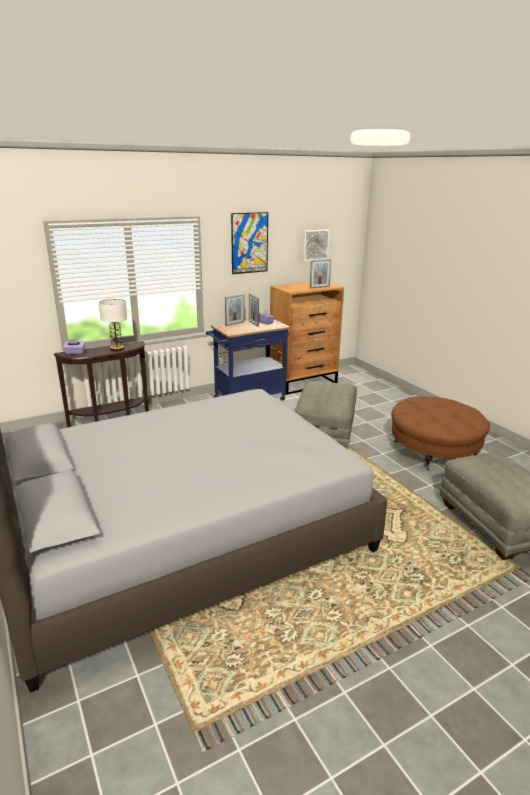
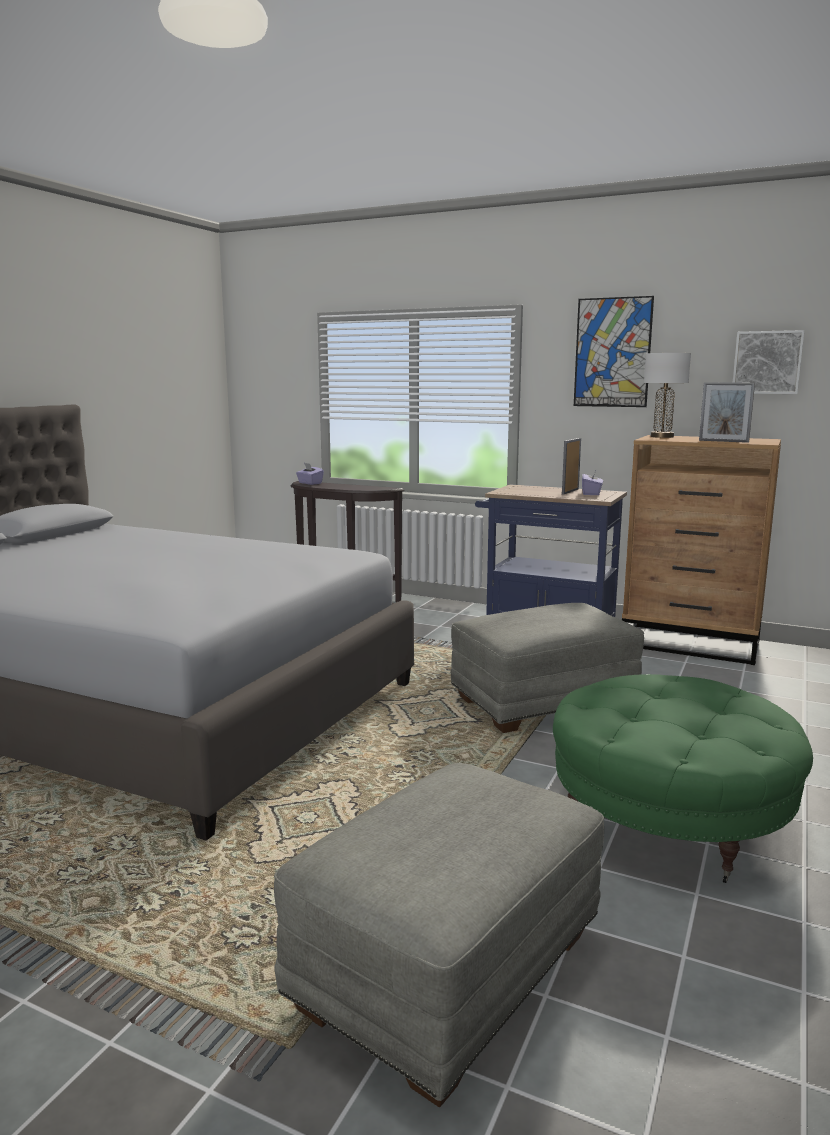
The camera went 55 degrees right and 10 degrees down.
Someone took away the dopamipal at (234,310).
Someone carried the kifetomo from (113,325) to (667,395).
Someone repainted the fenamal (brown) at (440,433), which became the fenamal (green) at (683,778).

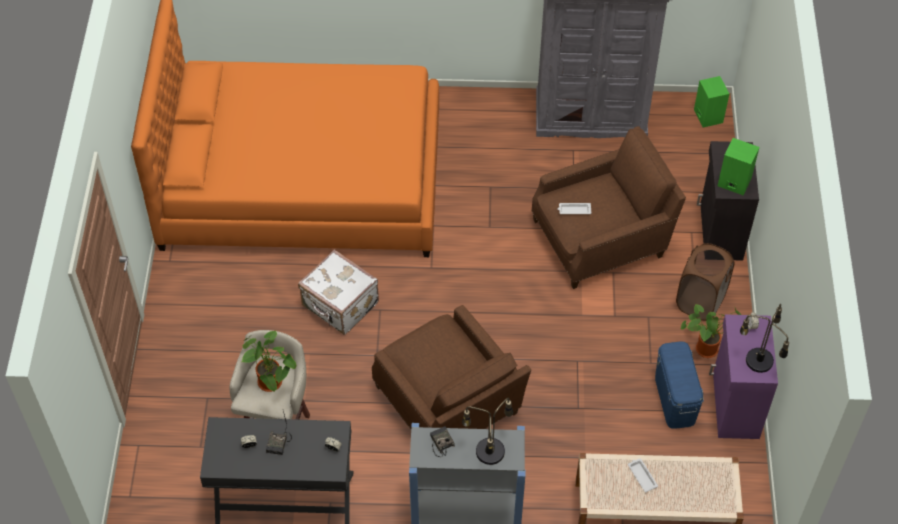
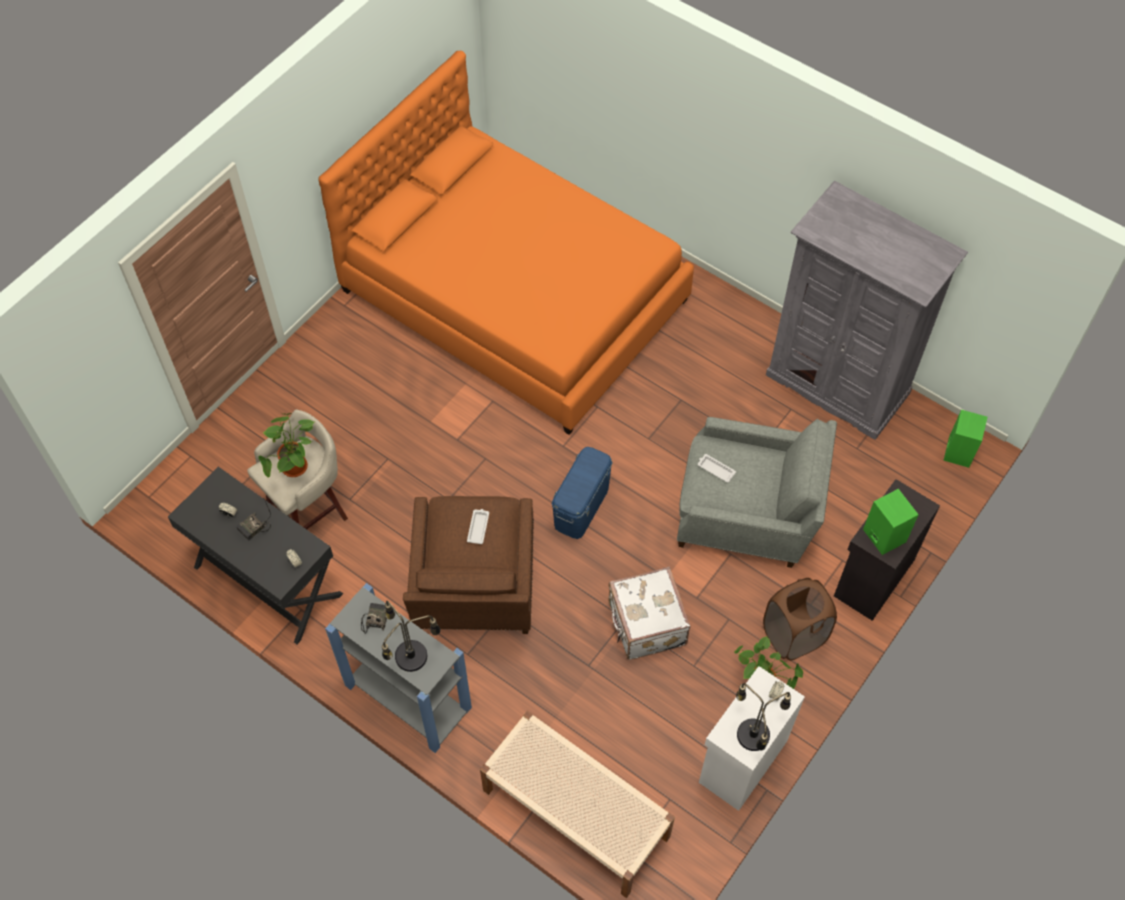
The camera went 35 degrees right and 5 degrees up.
Someone carried the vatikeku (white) from (338,292) to (649,613).
Someone carried the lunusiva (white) from (643,475) to (478,526).
Someone carried the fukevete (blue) from (679,385) to (582,493).
Someone repainted the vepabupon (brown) at (608,207), which became the vepabupon (grey) at (757,492).
Someone repainted the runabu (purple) at (743,376), which became the runabu (white) at (752,738).

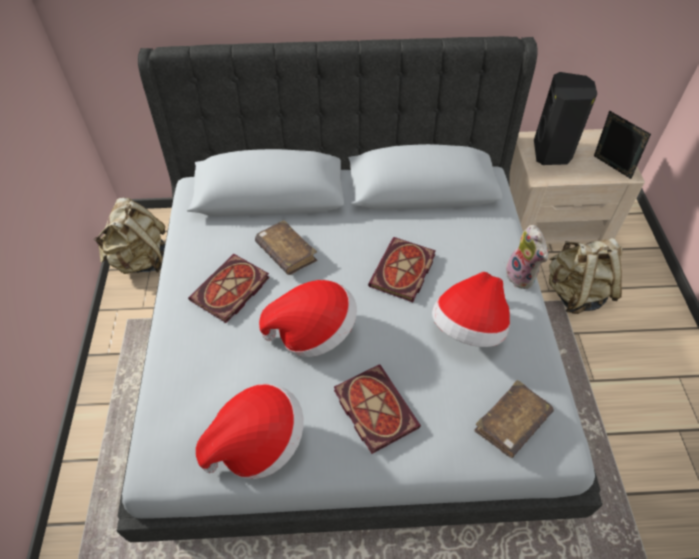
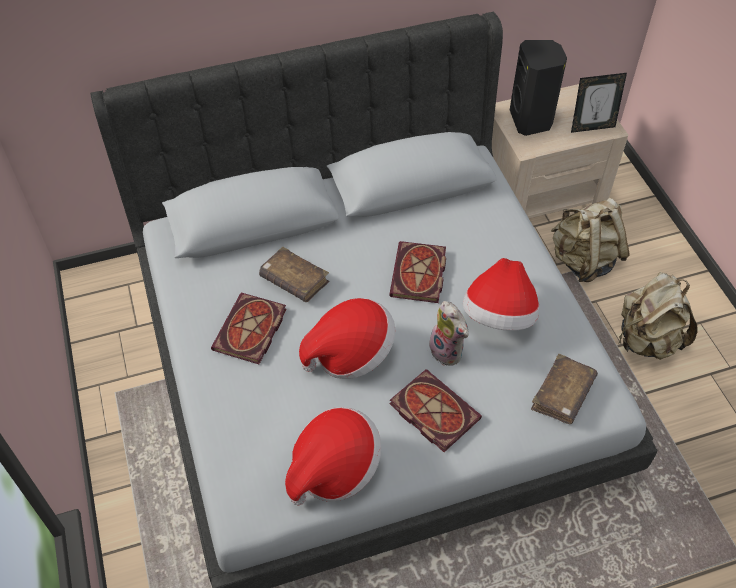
The camera went 15 degrees left and 0 degrees up.
Someone carried the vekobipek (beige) from (129,235) to (658,316).
Someone carried the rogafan from (527,257) to (449,333).
Someone rotated the dopamipal at (622,145) by 135 degrees clockwise.

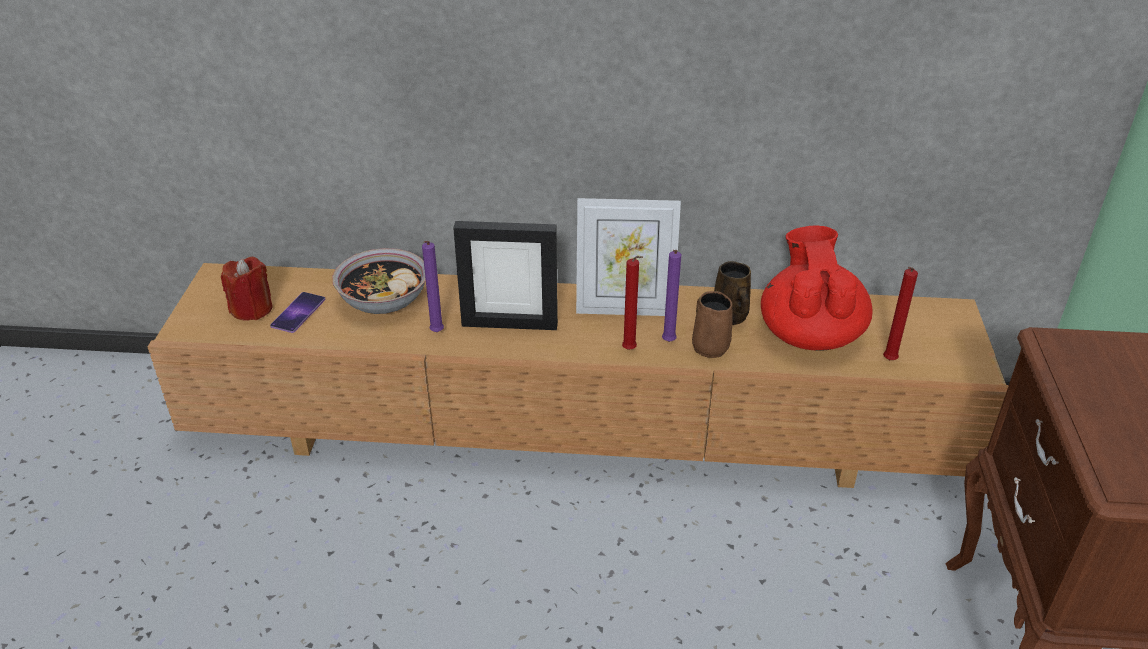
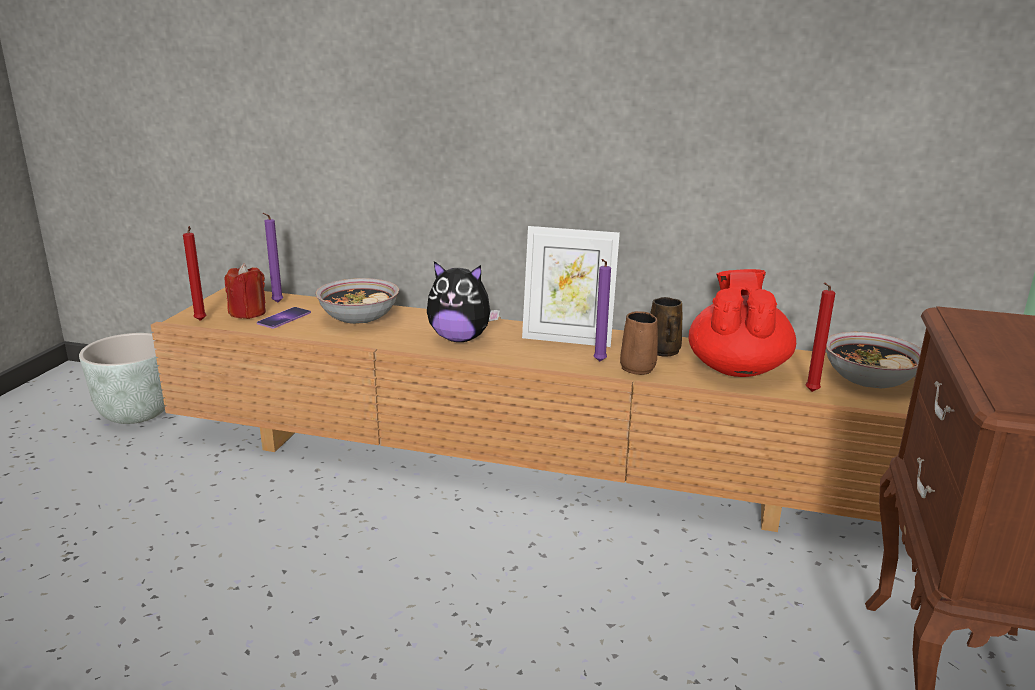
The camera went 10 degrees right and 15 degrees down.
Someone put down the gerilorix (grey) at (122,378).
Someone put down the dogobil at (873,360).
Someone carried the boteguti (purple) from (433,286) to (273,257).
Someone carried the boteguti (red) from (632,303) to (194,273).
Someone swapped the dopamipal at (505,275) for the rogafan at (463,301).

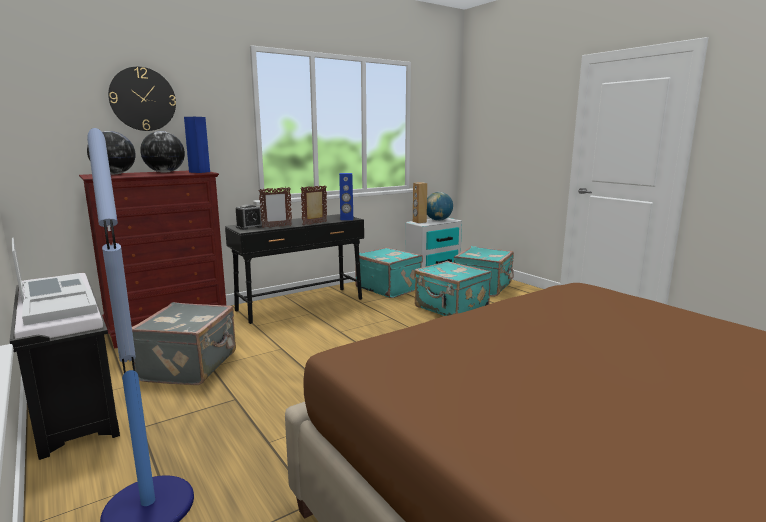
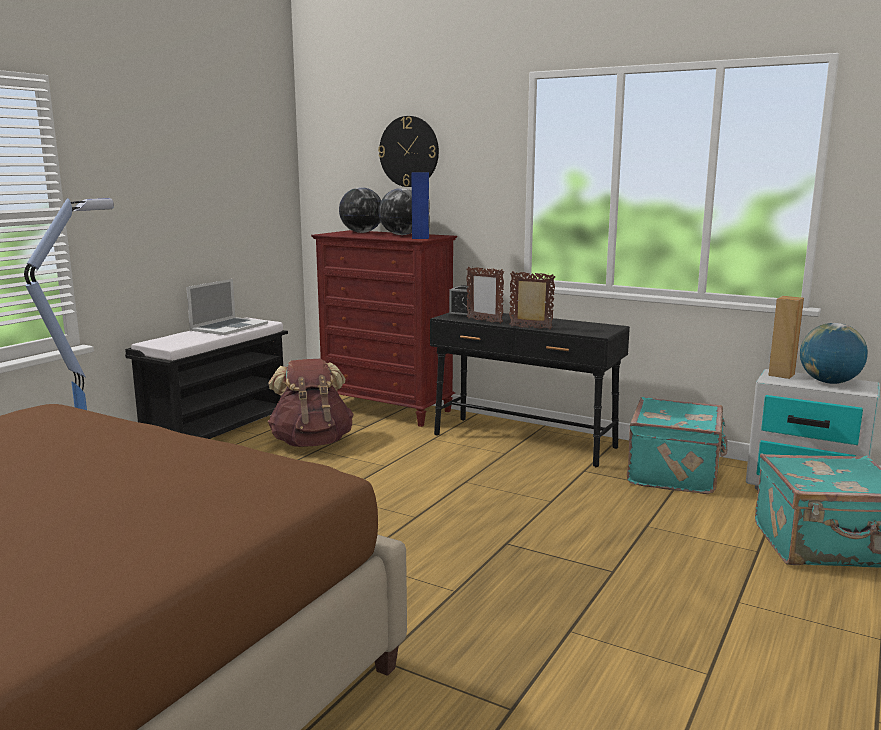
The camera went 65 degrees right and 0 degrees up.
Someone took away the lunusiva (white) at (60,307).
Someone took away the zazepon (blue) at (346,196).
Someone took away the vatikeku (turquoise) at (453,288).
Someone swapped the vatikeku (grey) at (184,343) for the vekobipek (brown) at (311,403).

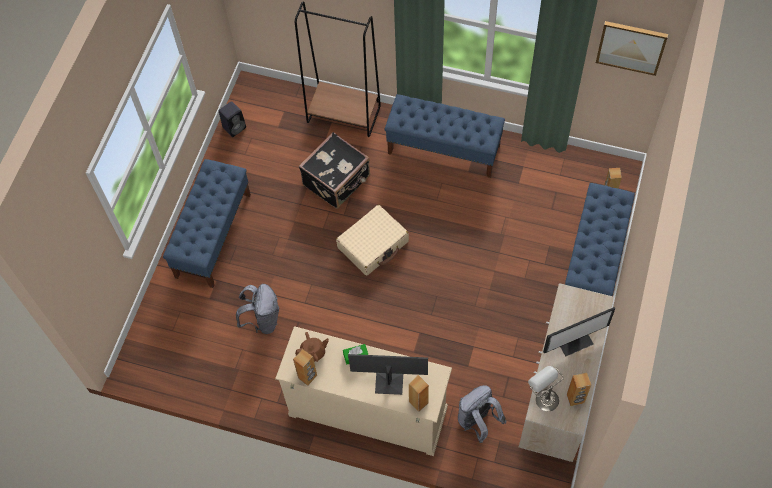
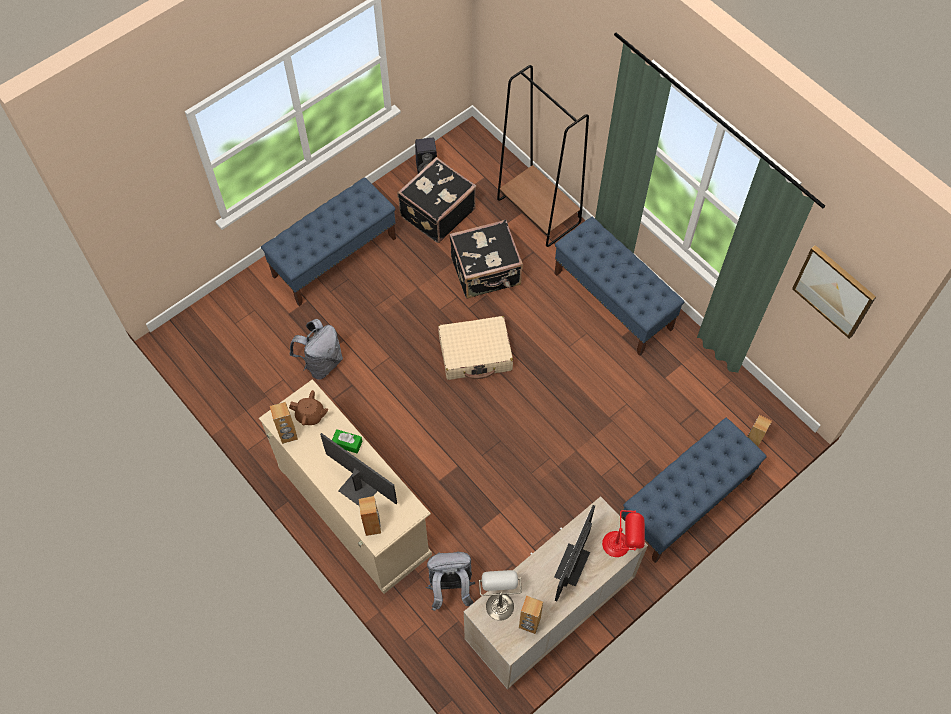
The camera went 30 degrees right and 0 degrees up.
Someone put down the vatikeku (black) at (436,200).
Someone put down the kifetomo (red) at (623,533).
Someone rotated the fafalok at (579,331) by 105 degrees clockwise.

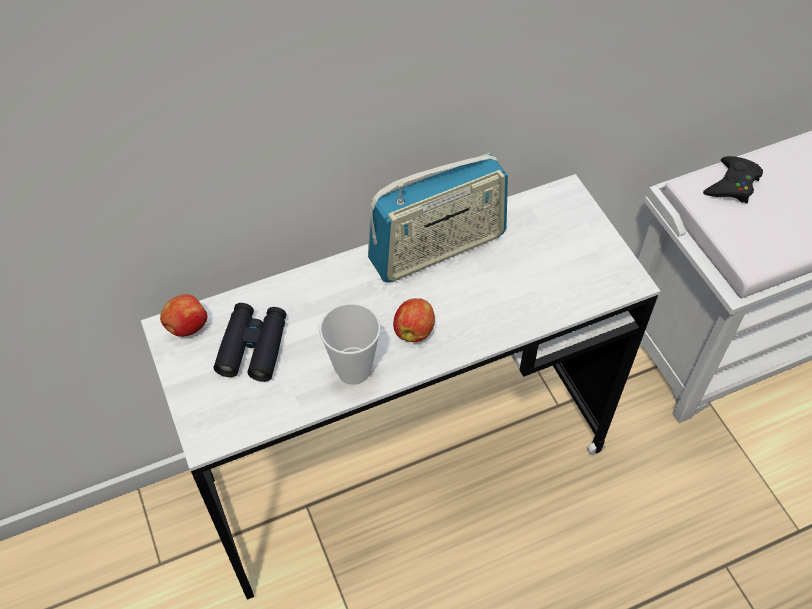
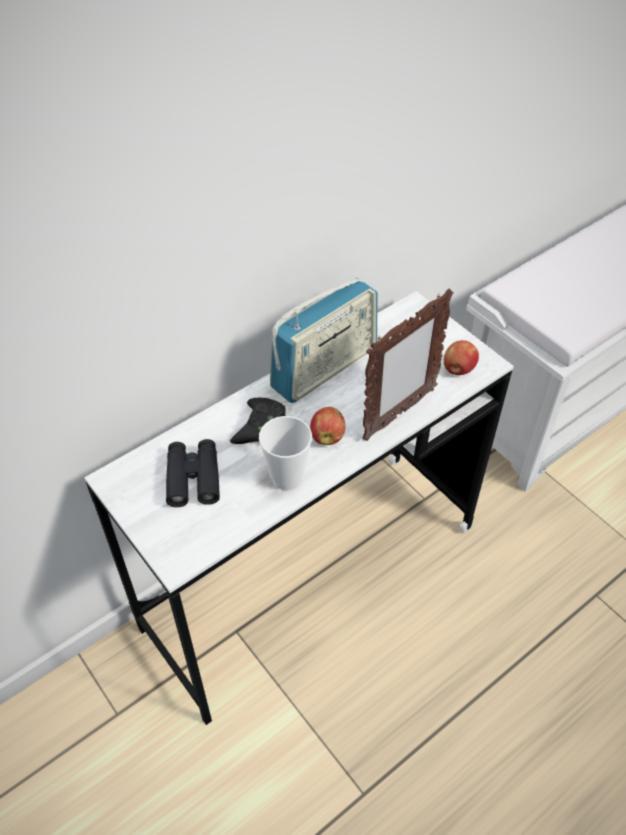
The camera went 15 degrees left and 5 degrees down.
Someone put down the dopamipal at (408,365).
Someone carried the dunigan from (183,315) to (461,357).
Someone carried the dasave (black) from (733,179) to (258,421).

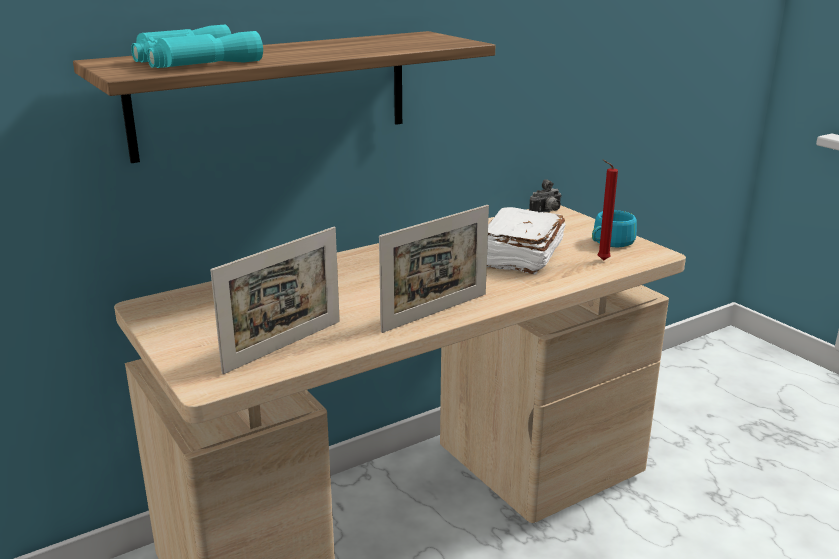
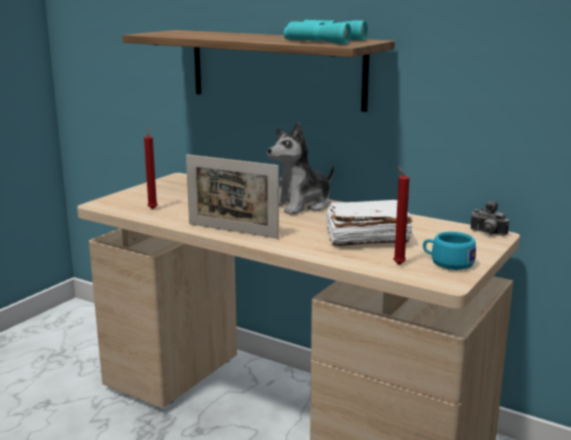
The camera went 65 degrees right and 5 degrees down.
Someone put down the rogafan at (300,168).
Someone carried the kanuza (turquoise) from (197,46) to (326,32).
Someone swapped the dopamipal at (275,300) for the boteguti (red) at (151,168).

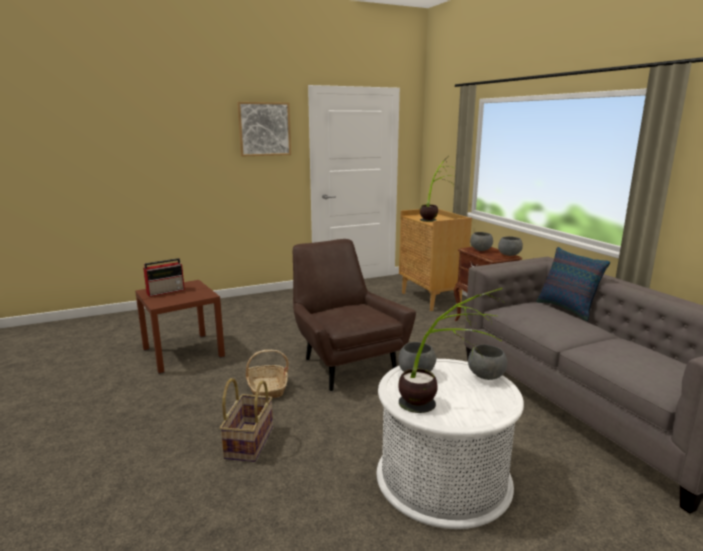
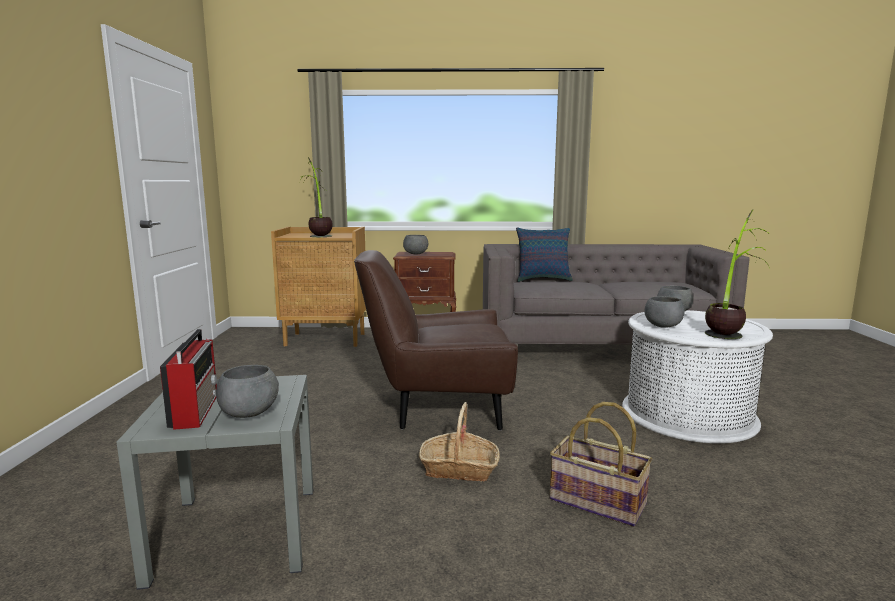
The camera went 65 degrees left and 5 degrees down.
Someone took away the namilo at (264,129).
Someone carried the dogobil (grey) from (510,246) to (247,391).
Someone repainted the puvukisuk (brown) at (180,327), which became the puvukisuk (grey) at (215,482).

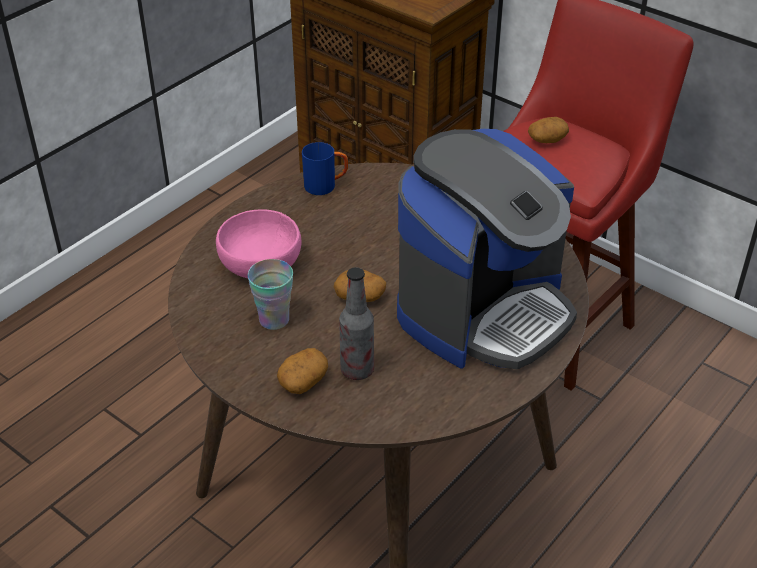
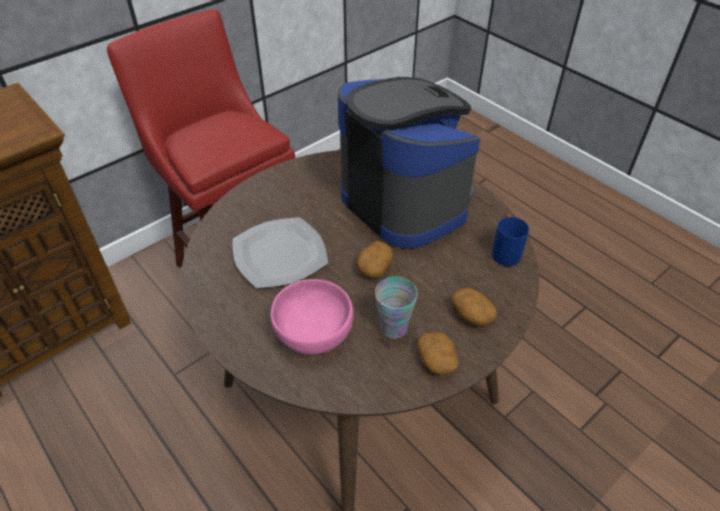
The camera went 80 degrees left and 5 degrees up.
Someone took away the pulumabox at (356,323).
Someone put down the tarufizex at (280,252).
Someone carried the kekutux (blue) from (325,168) to (510,240).
Someone carried the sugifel from (548,130) to (438,353).

